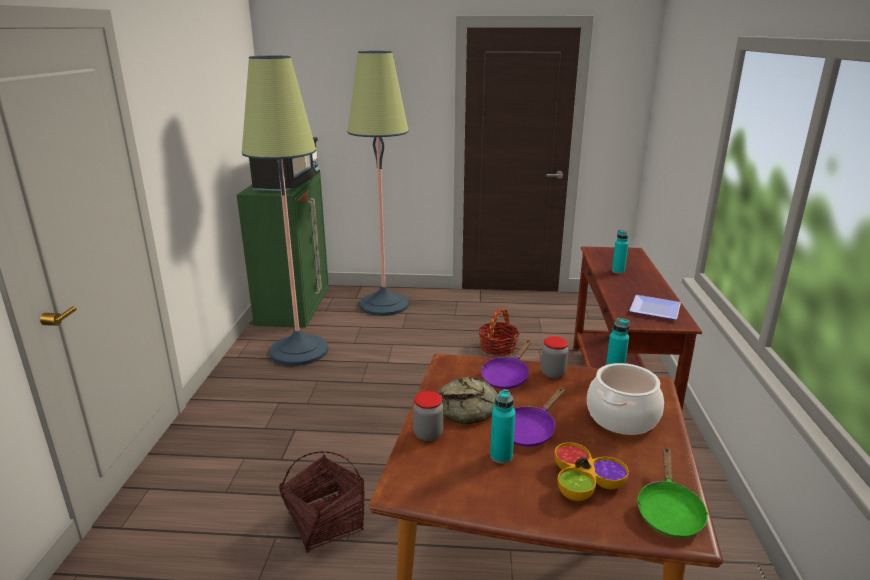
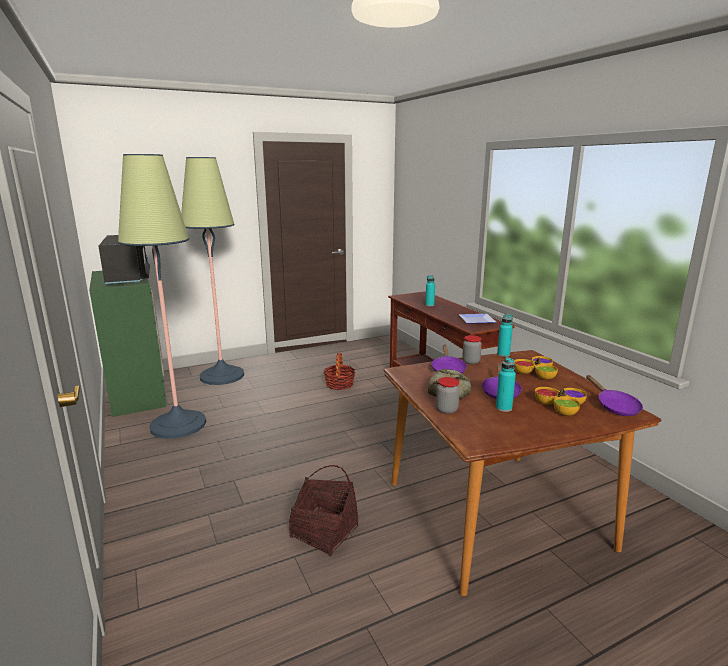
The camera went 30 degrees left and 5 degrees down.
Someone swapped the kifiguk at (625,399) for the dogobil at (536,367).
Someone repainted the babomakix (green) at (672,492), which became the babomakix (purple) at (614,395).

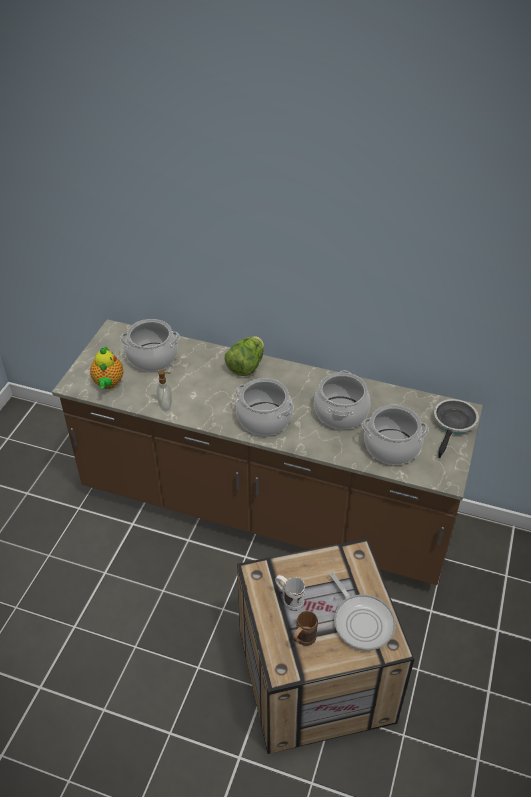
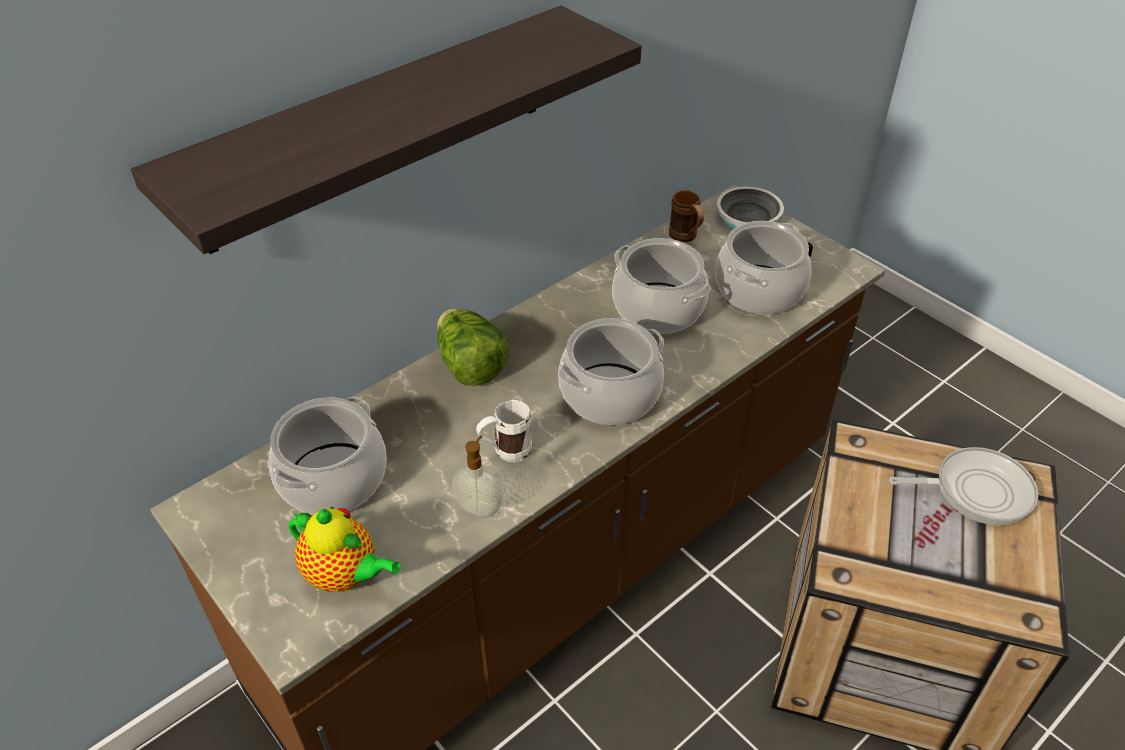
The camera went 60 degrees left and 0 degrees up.
Someone put up the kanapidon at (386,129).
Someone carried the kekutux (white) from (290,593) to (504,431).
Someone carried the kekutux (brown) from (305,628) to (686,216).

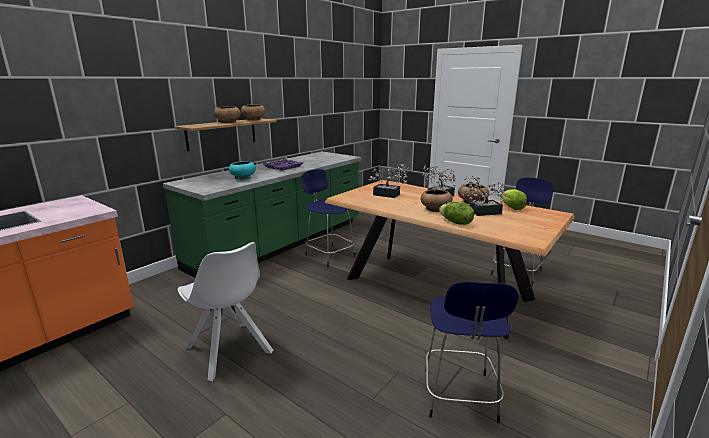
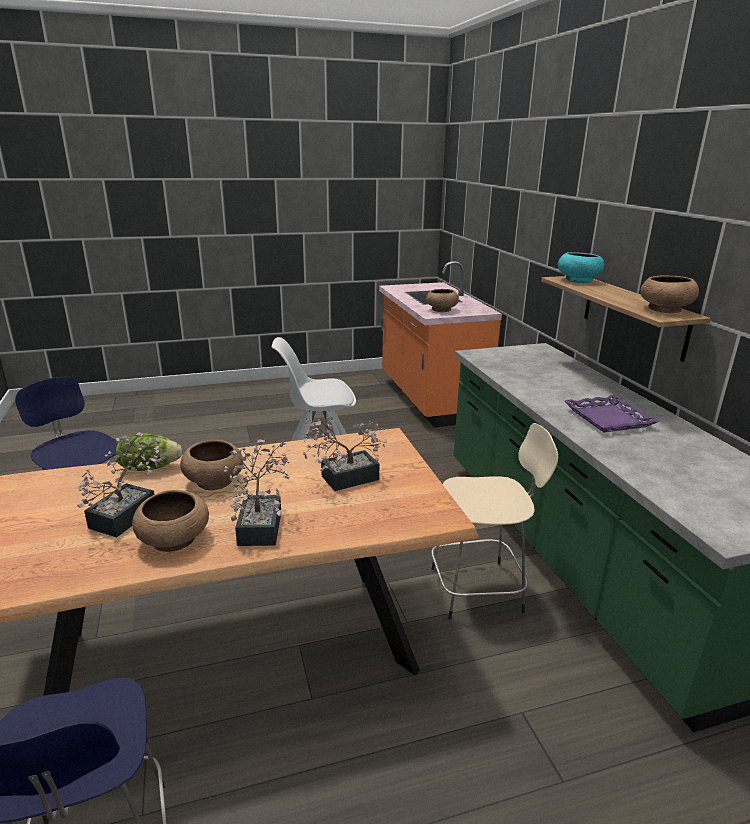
The camera went 125 degrees right and 5 degrees up.
Someone took away the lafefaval at (514,199).
Someone carried the dogobil (brown) from (227,114) to (442,300).
Someone carried the dogobil (turquoise) from (242,170) to (581,267).
Someone repainted the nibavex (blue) at (328,218), which became the nibavex (beige) at (494,521).

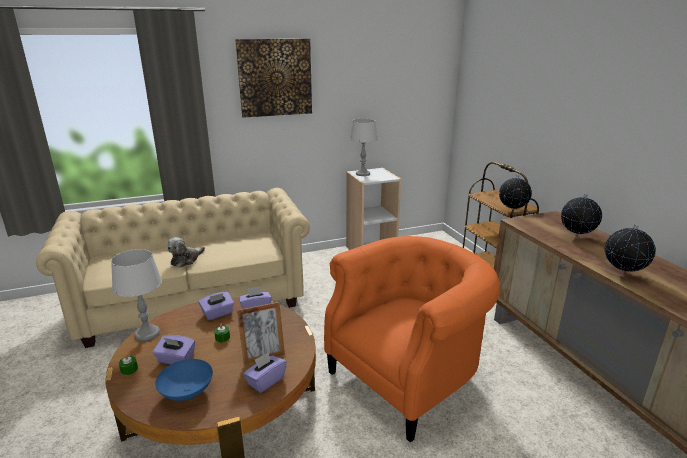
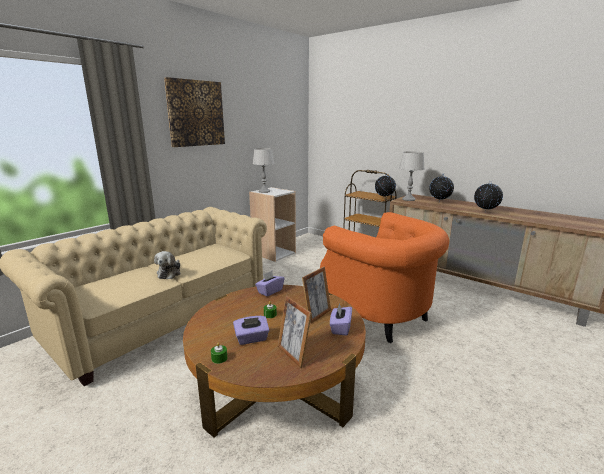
The camera went 30 degrees left and 5 degrees down.
Someone took away the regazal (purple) at (216,306).
Someone carried the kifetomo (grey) from (136,295) to (411,176).
Someone swapped the dogobil (blue) at (184,380) for the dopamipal at (294,332).
Someone rotated the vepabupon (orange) at (412,339) by 120 degrees clockwise.

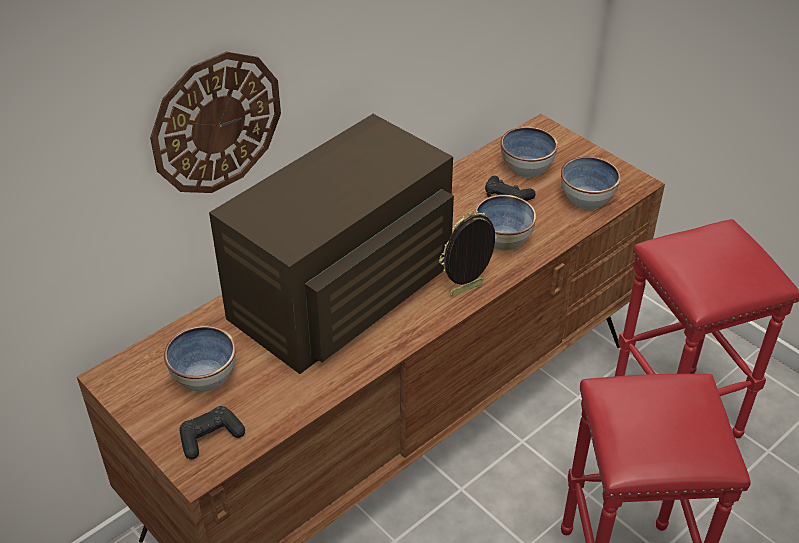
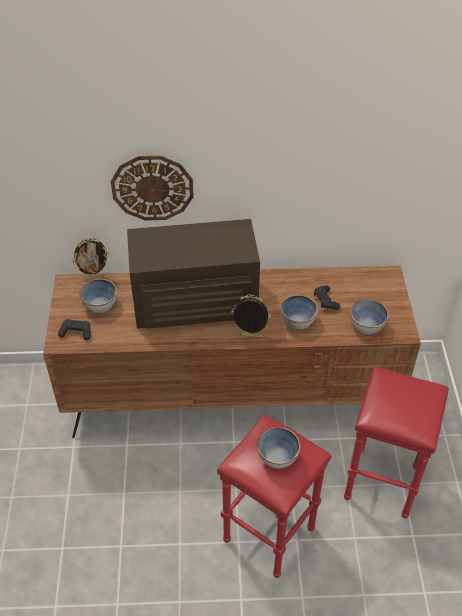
The camera went 40 degrees right and 5 degrees up.
Someone put down the dopamipal at (91,260).
Someone carried the dogobil from (529,152) to (278,448).

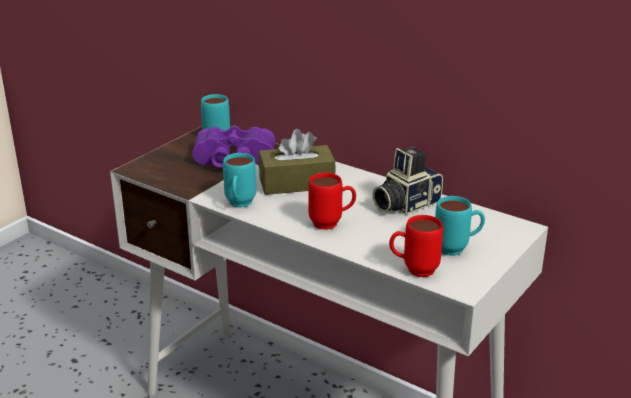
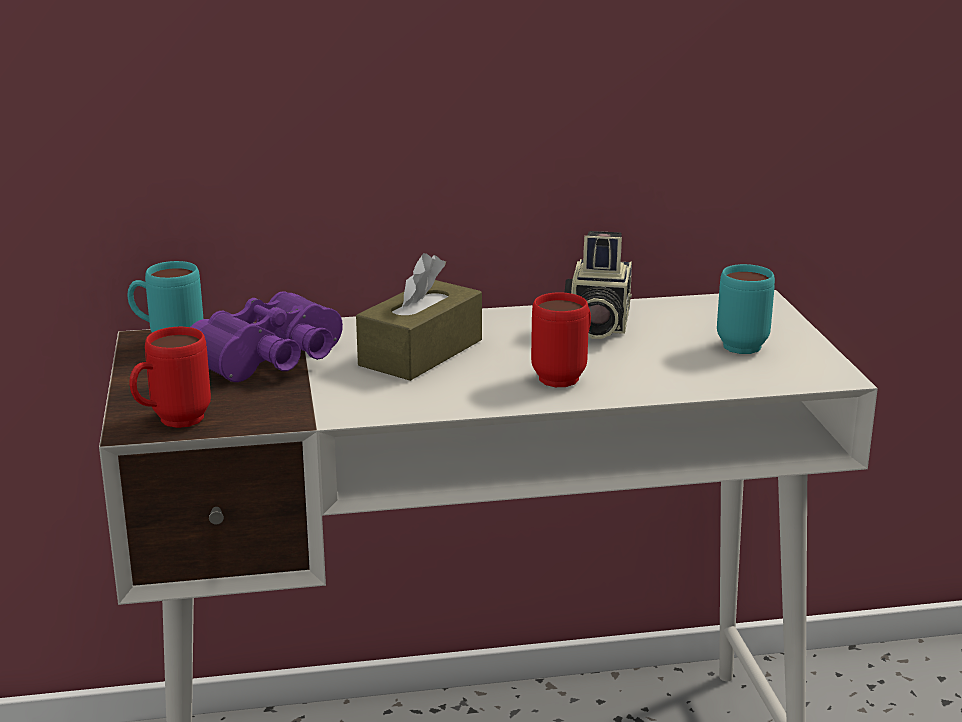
The camera went 45 degrees left and 5 degrees down.
Someone took away the kekutux (turquoise) at (239,180).
Someone carried the kekutux (red) from (416,246) to (170,377).

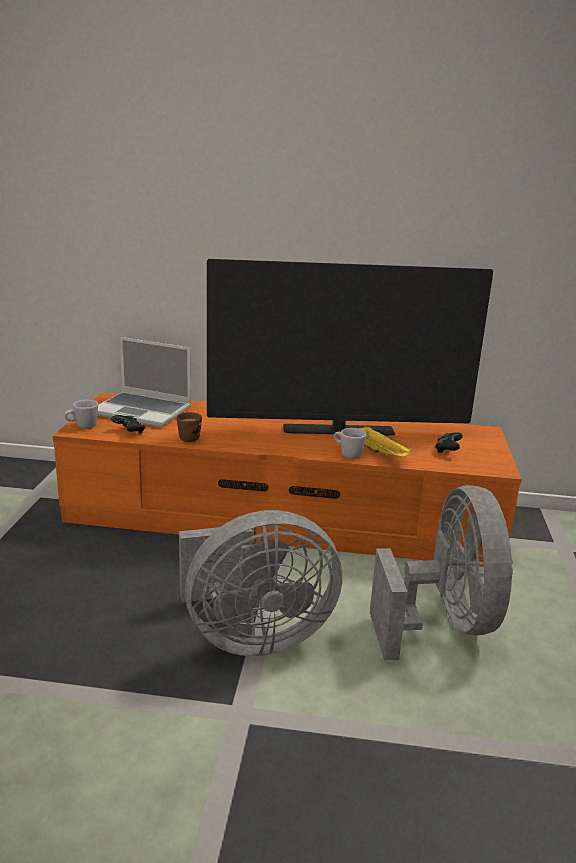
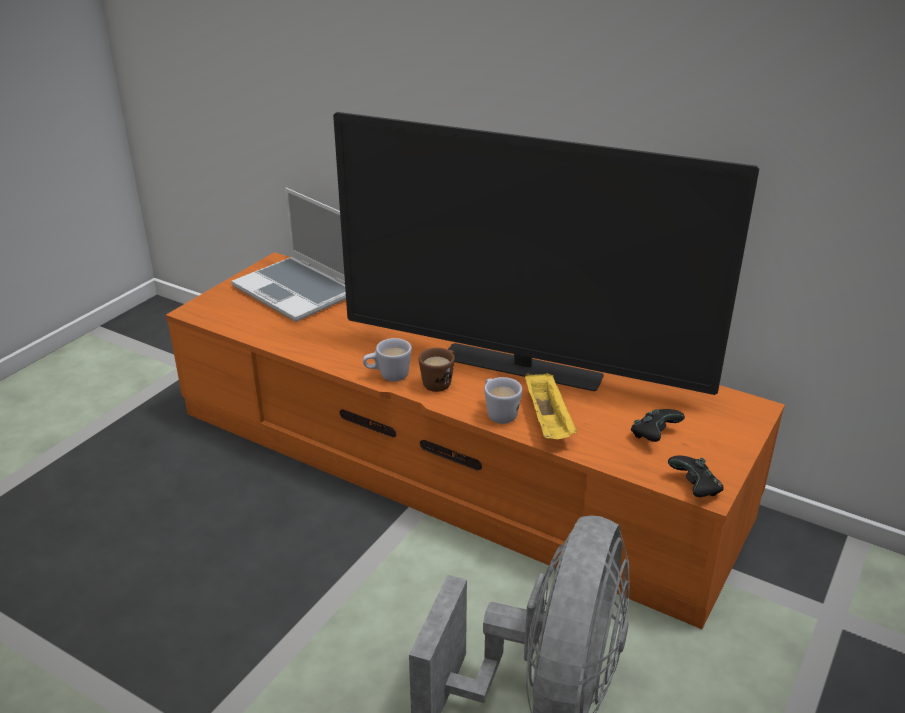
The camera went 25 degrees right and 10 degrees up.
Someone took away the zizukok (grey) at (260,583).
Someone carried the kekutux (white) from (81,414) to (387,360).
Someone carried the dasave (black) from (128,424) to (696,476).
Someone carried the kekutux (brown) from (189,427) to (437,370).

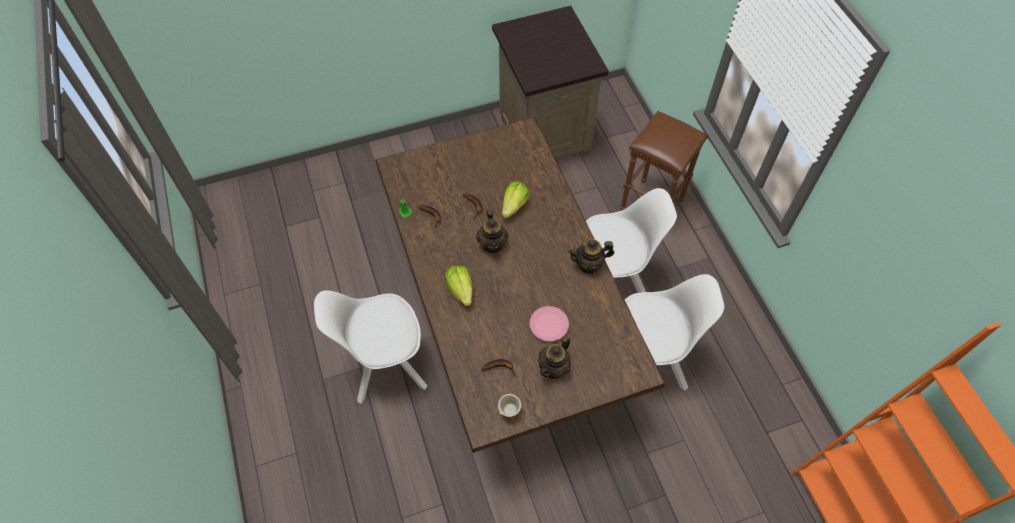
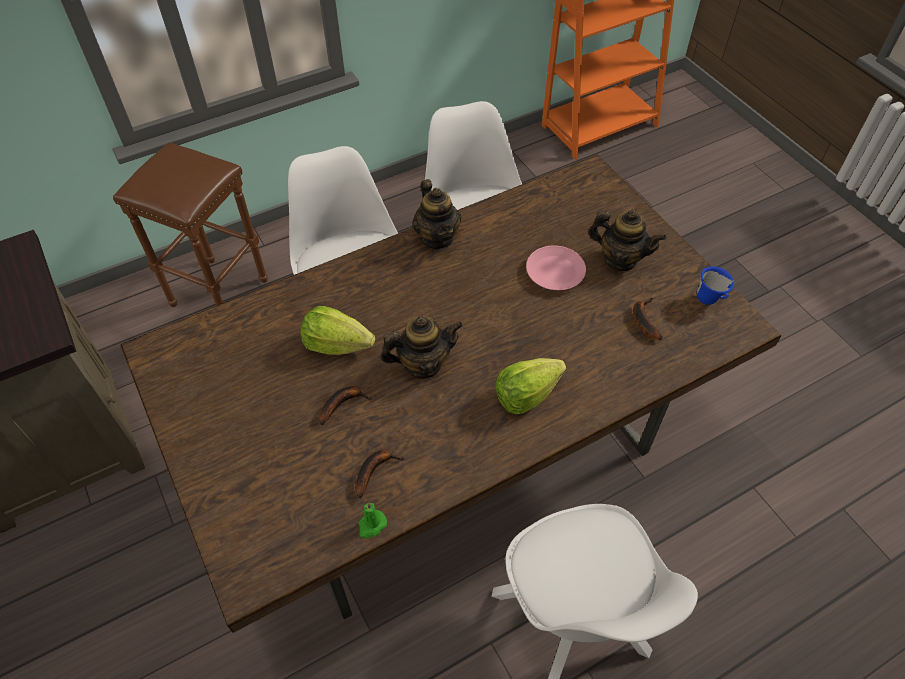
The camera went 100 degrees left and 5 degrees down.
Someone repainted the kekutux (beige) at (509,405), which became the kekutux (blue) at (715,285).

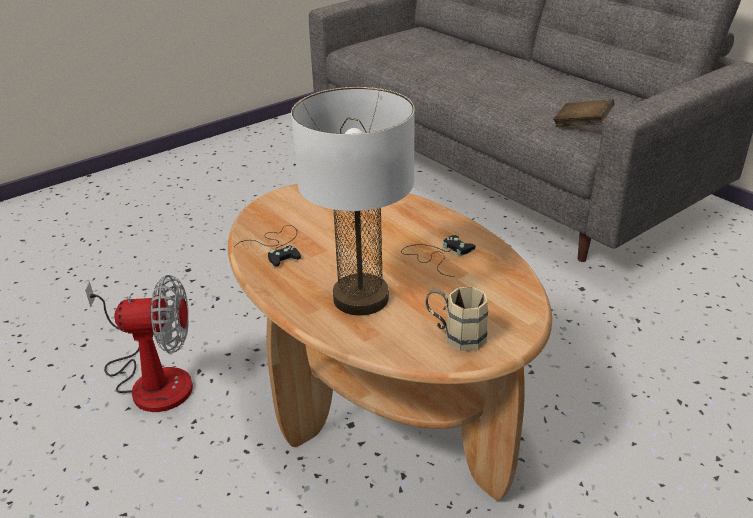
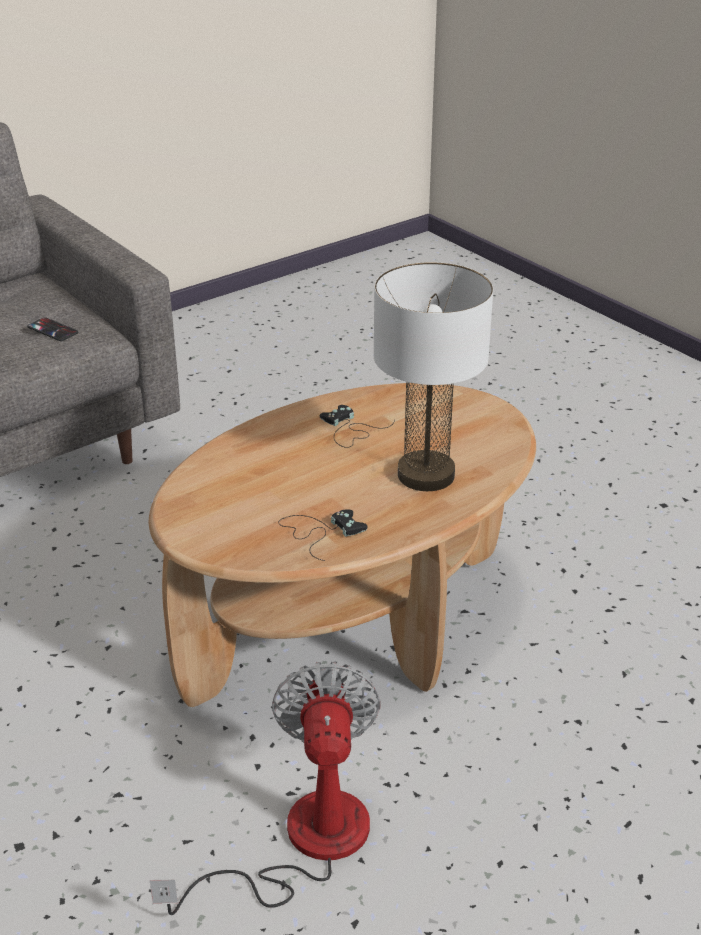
The camera went 90 degrees left and 0 degrees up.
Someone took away the kekutux (beige) at (457,319).
Someone swapped the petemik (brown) at (584,113) for the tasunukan at (53,329).

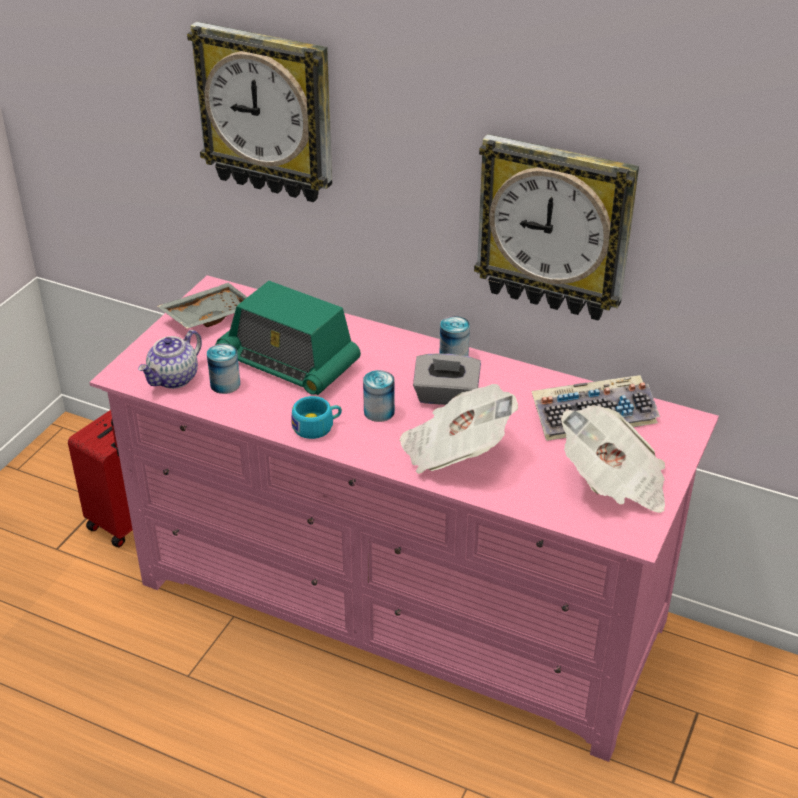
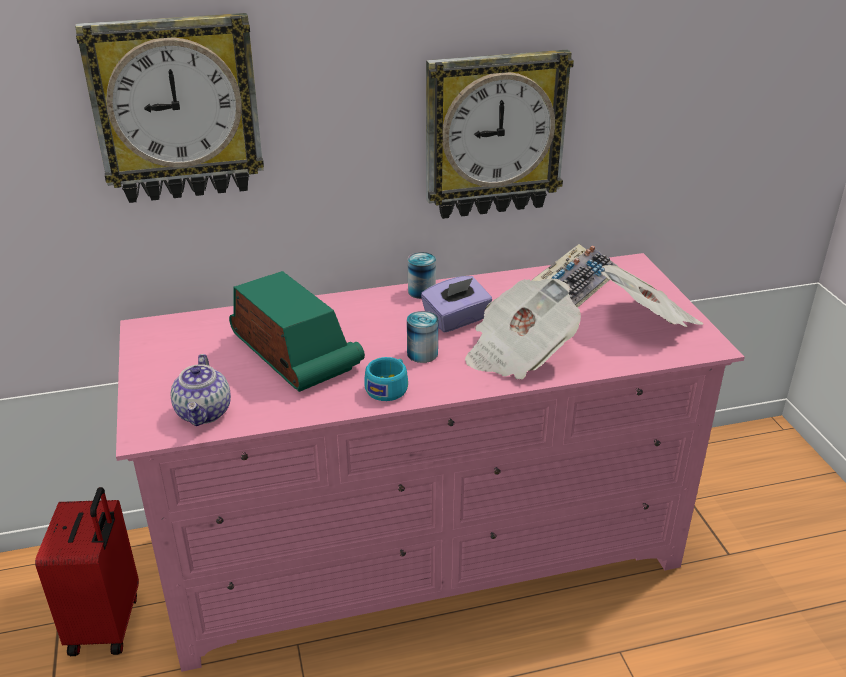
The camera went 40 degrees left and 5 degrees down.
Someone took away the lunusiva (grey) at (202,306).
Someone took away the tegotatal at (223,368).
Someone repainted the regazal (grey) at (447,379), which became the regazal (purple) at (456,304).
Someone rotated the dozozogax at (288,338) by 120 degrees counterclockwise.

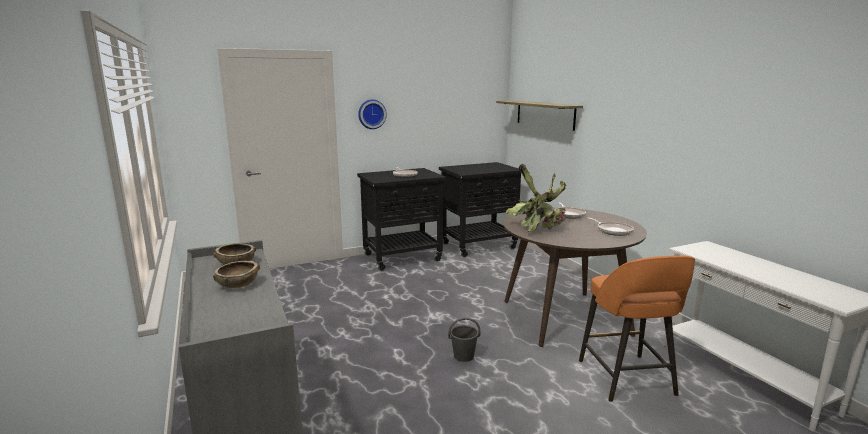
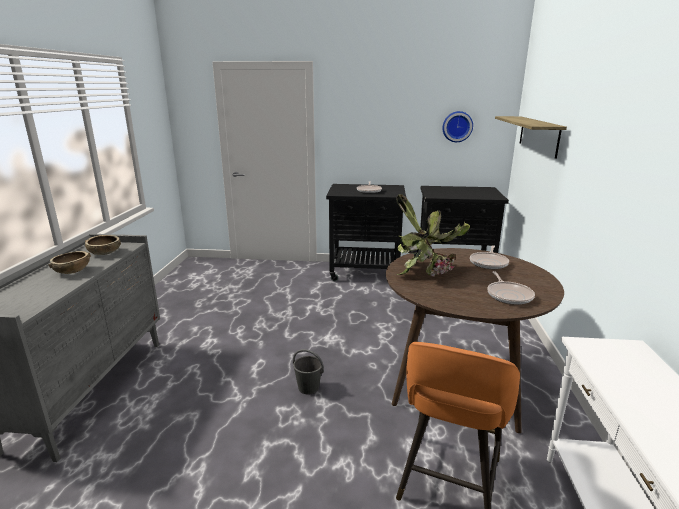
The camera went 30 degrees right and 5 degrees up.
Someone carried the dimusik from (372,114) to (457,126).

